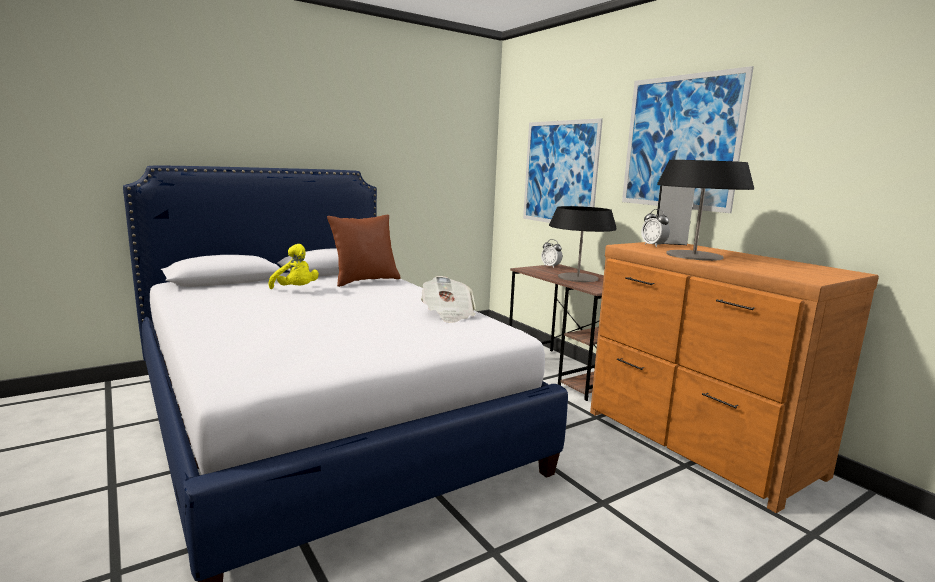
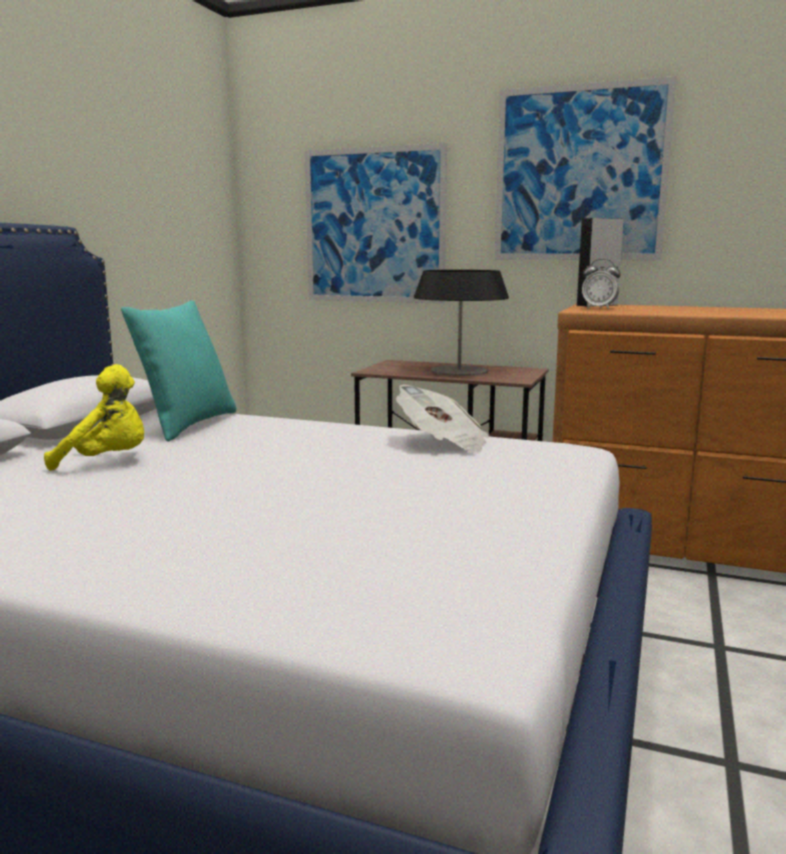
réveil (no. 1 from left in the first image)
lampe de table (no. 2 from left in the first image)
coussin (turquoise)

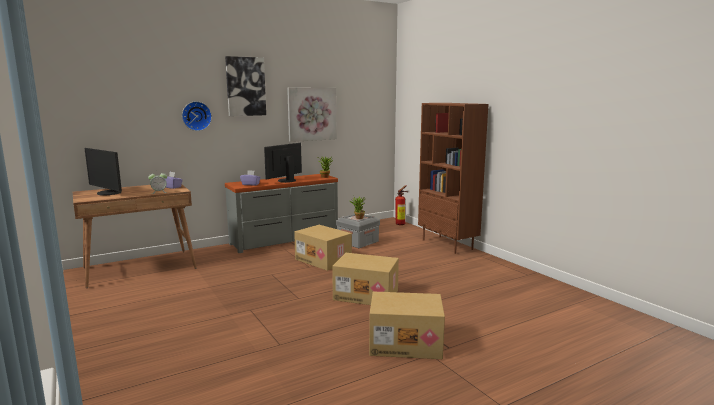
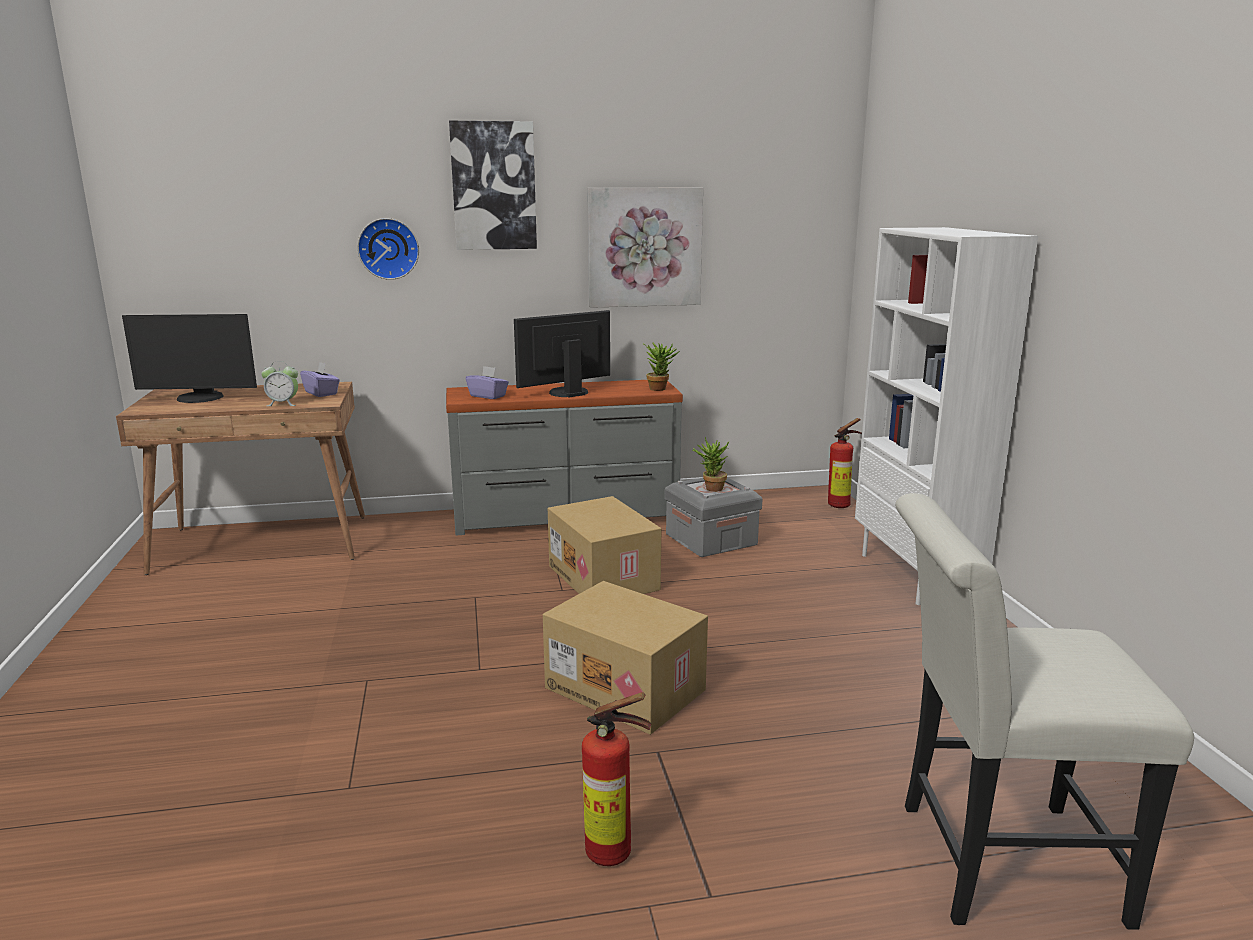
chaise (blanc)
extincteur (no. 1 from left)
bibliothèque (blanc)
écran d'ordinateur (no. 1 from left)

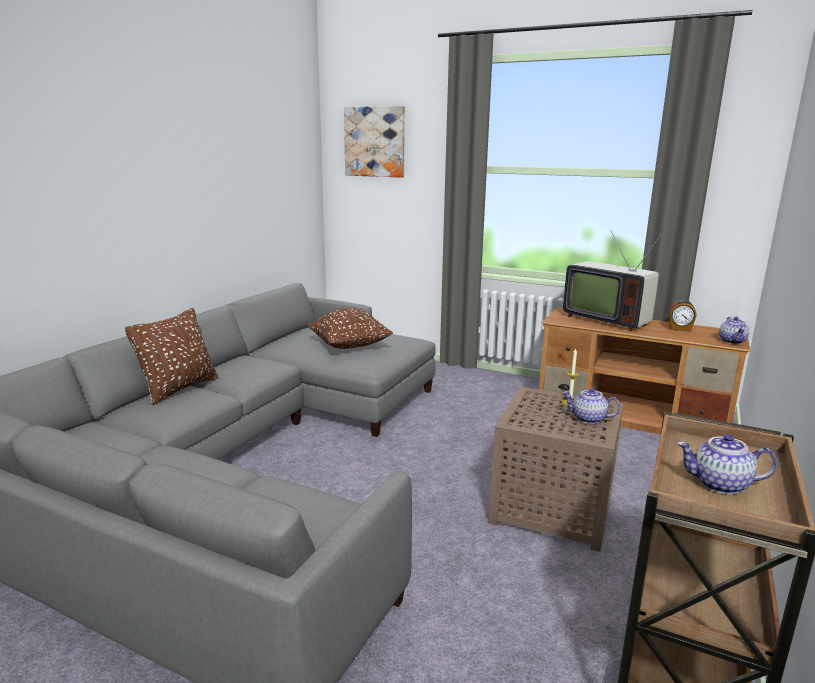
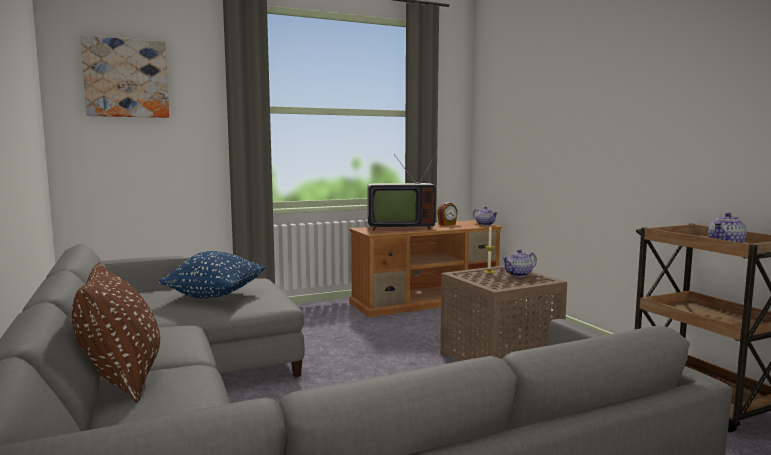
coussin (bleu)

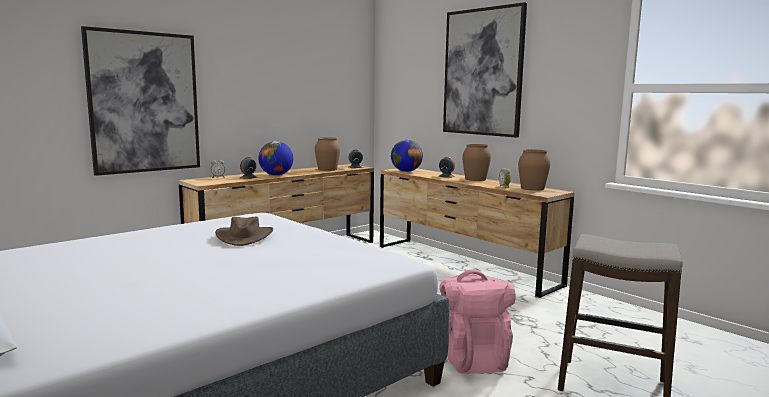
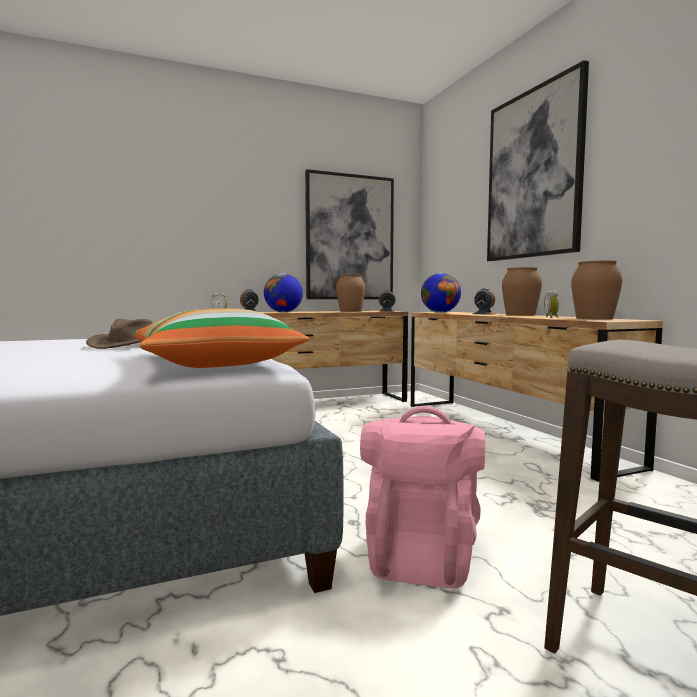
coussin
tableau (no. 1 from left)

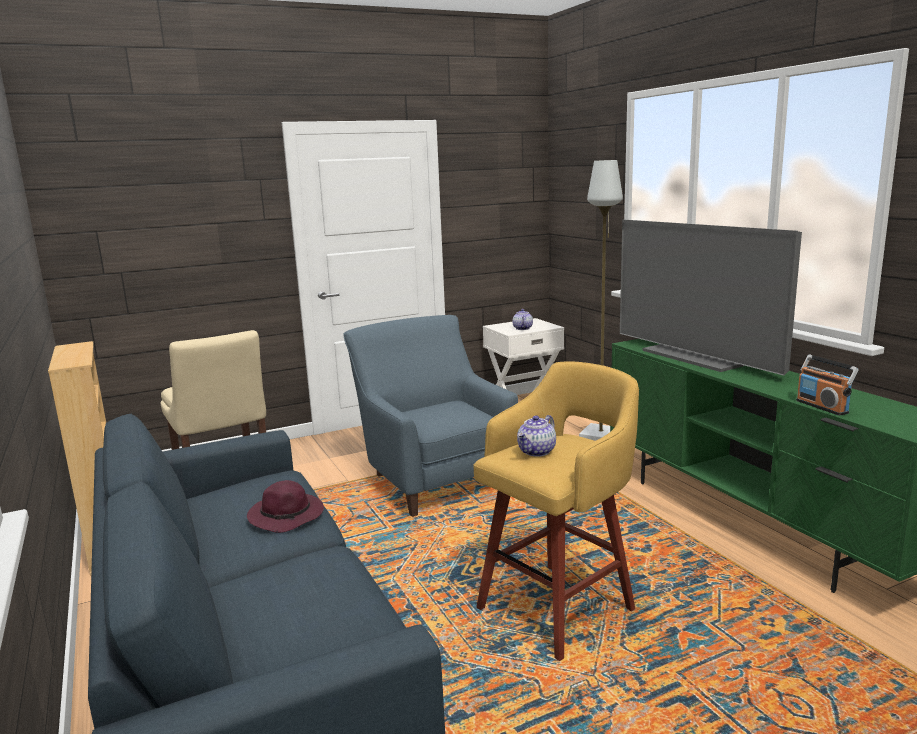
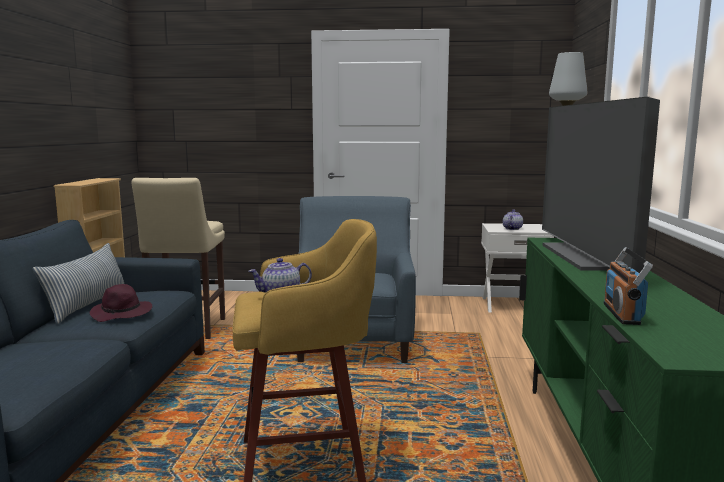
coussin

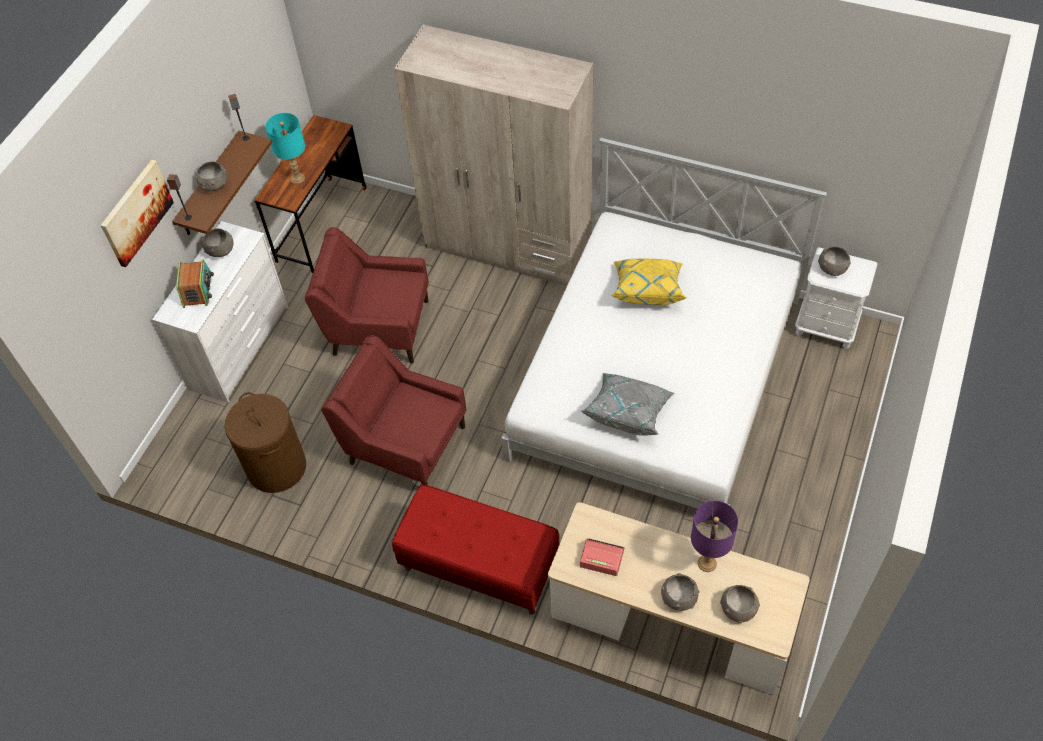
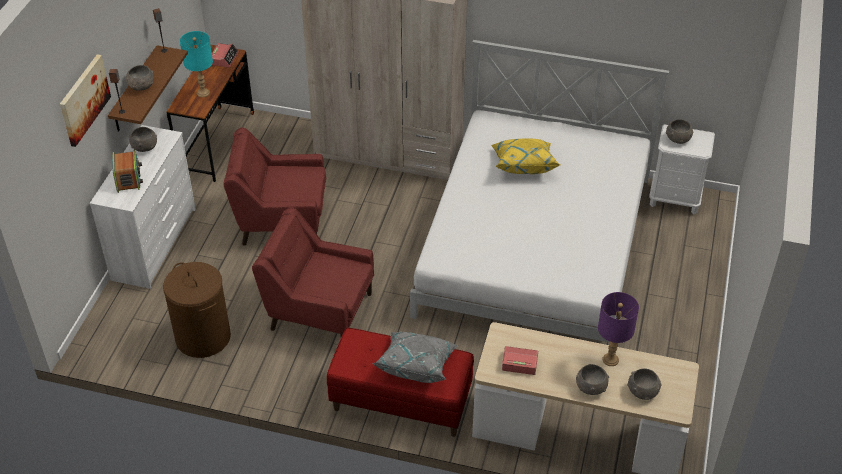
réveil (no. 1 from left)
coussin (gris)

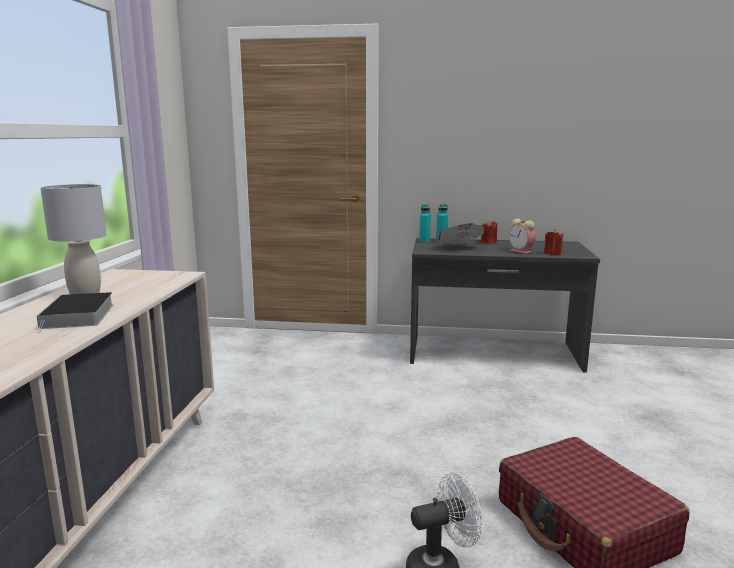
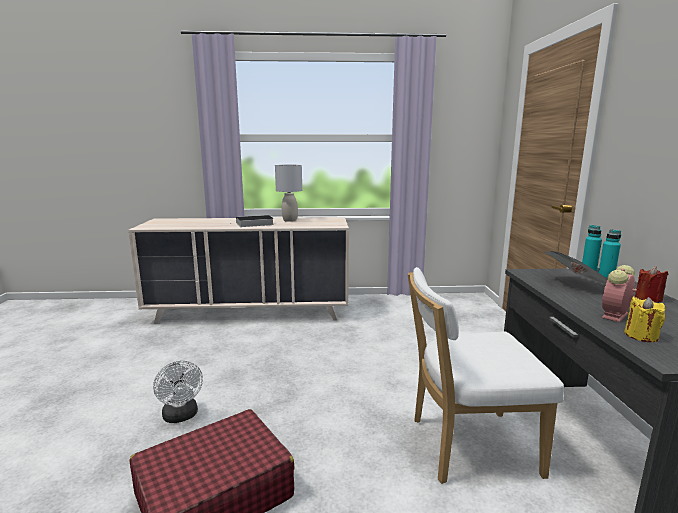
chaise (blanc)
bougie (jaune)

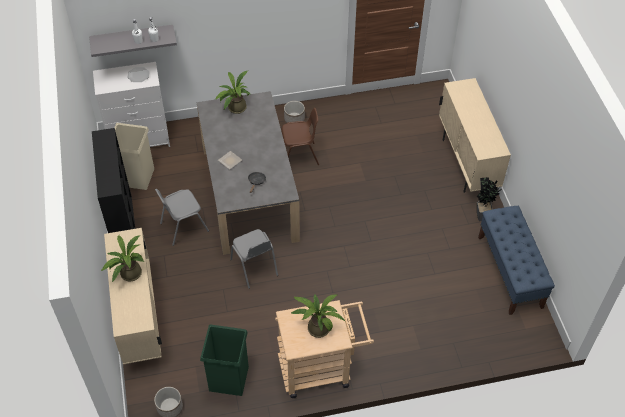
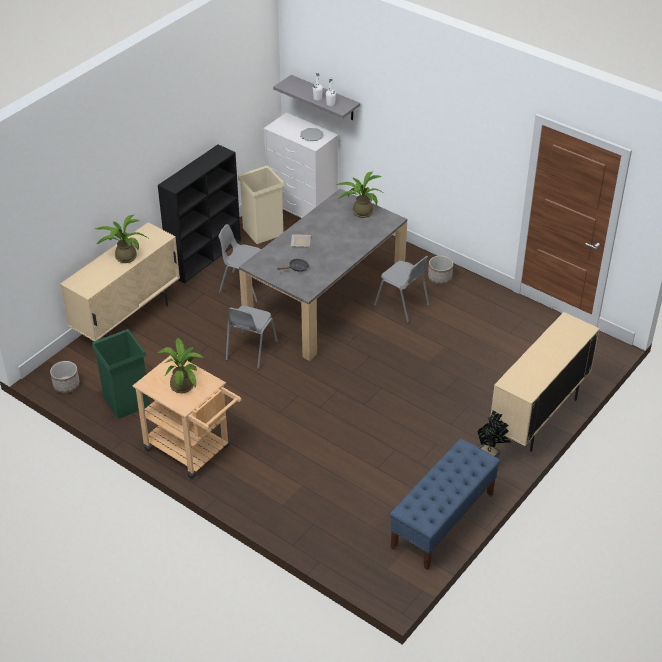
chaise (gris) (no. 3 from left)

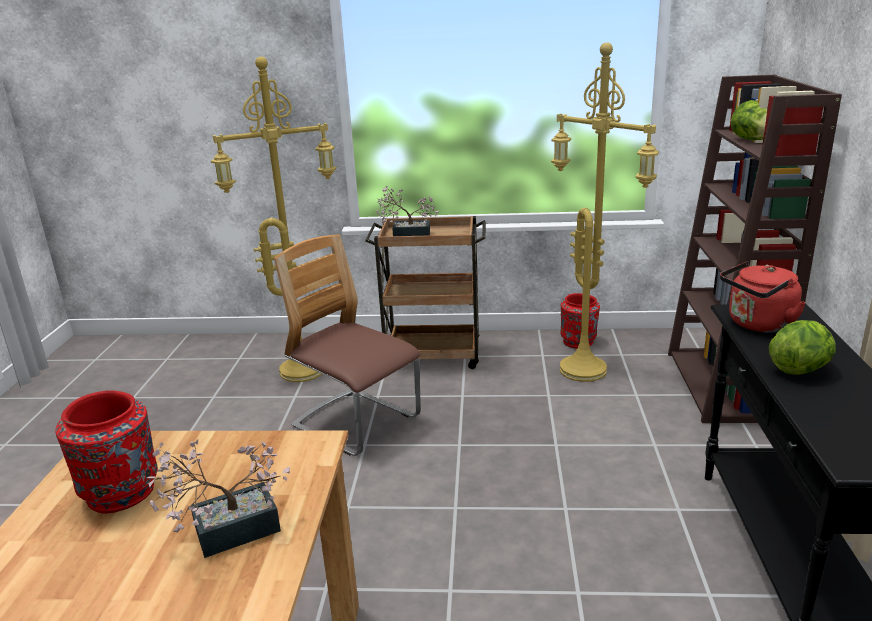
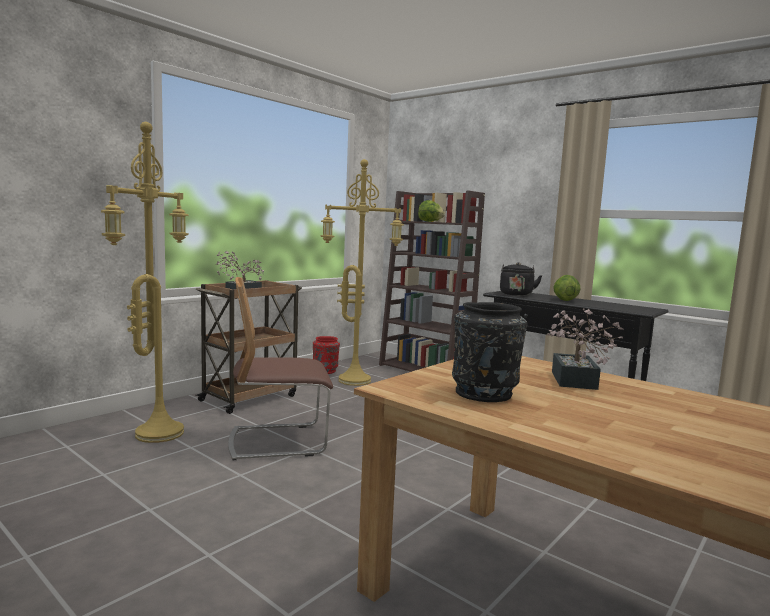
vase (noir)
bouilloire (noir)

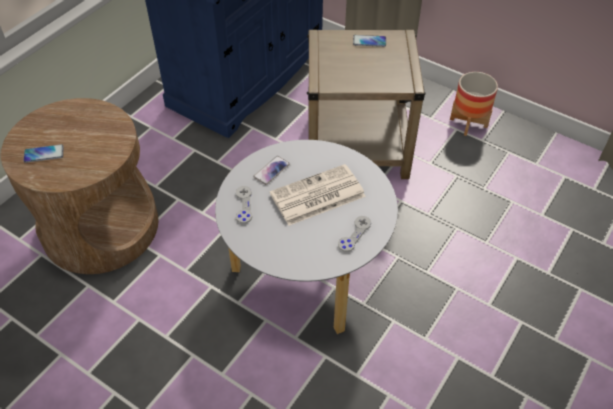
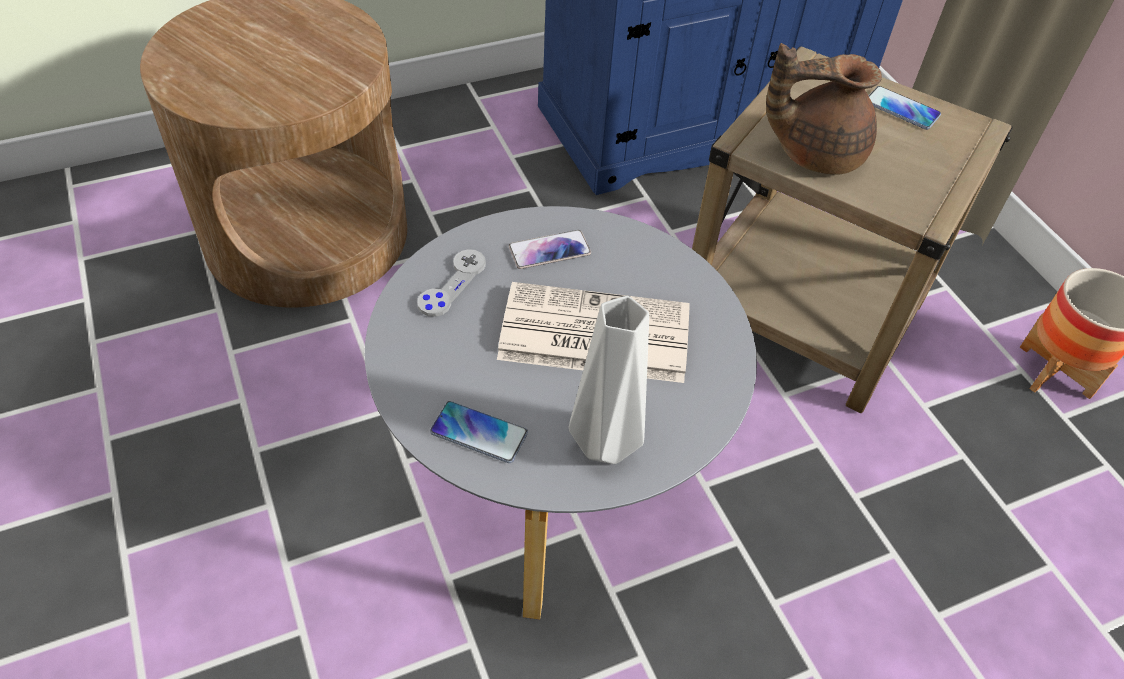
théière (marron)
téléphone (no. 1 from left)
vase (gris)

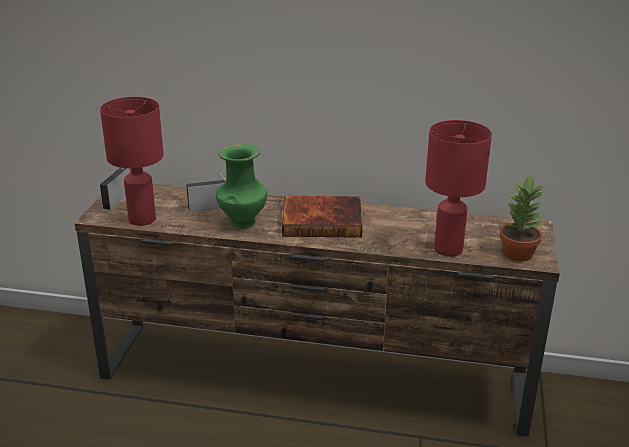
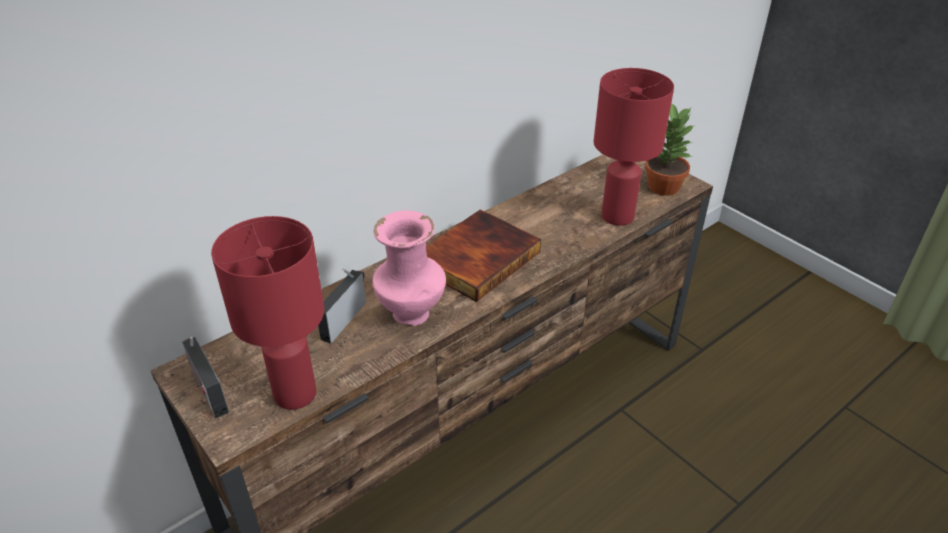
vase (rose)

